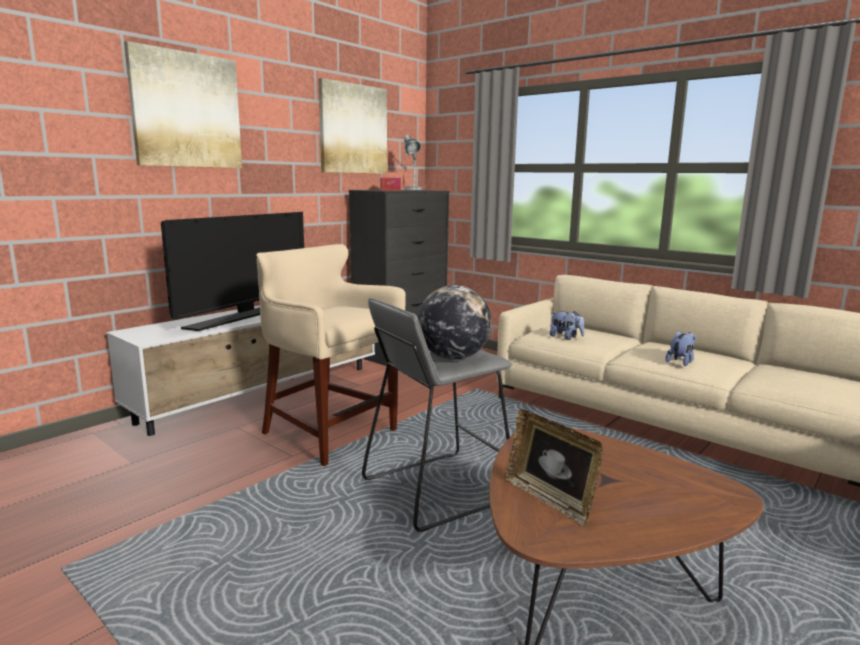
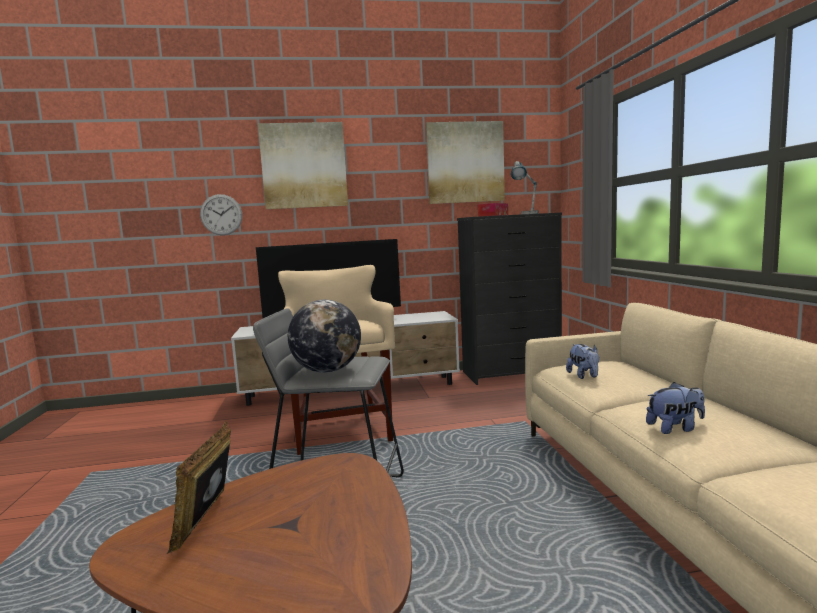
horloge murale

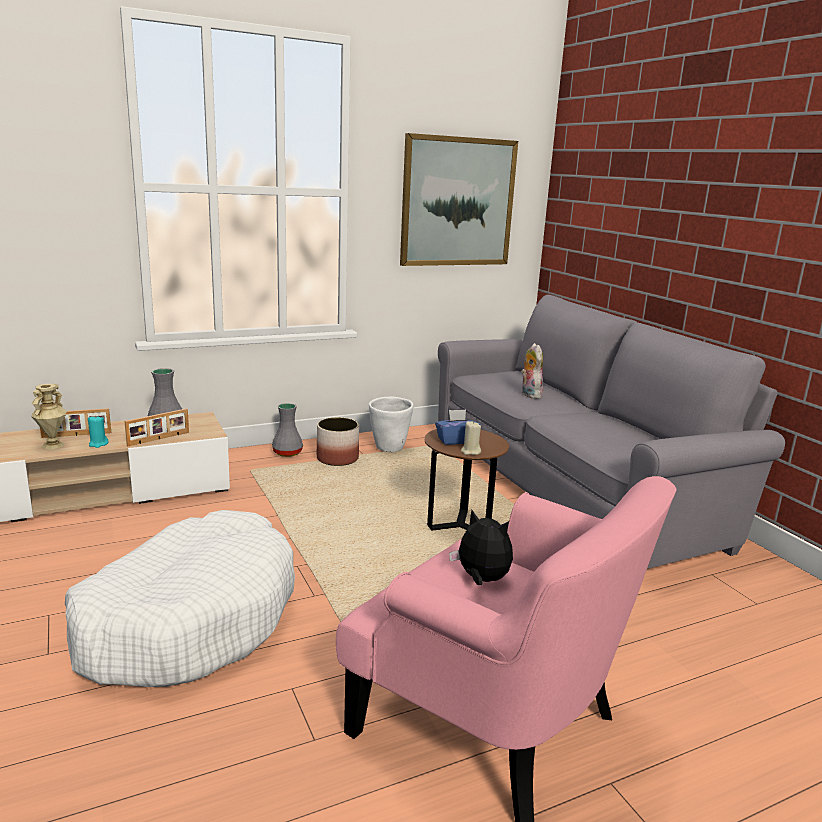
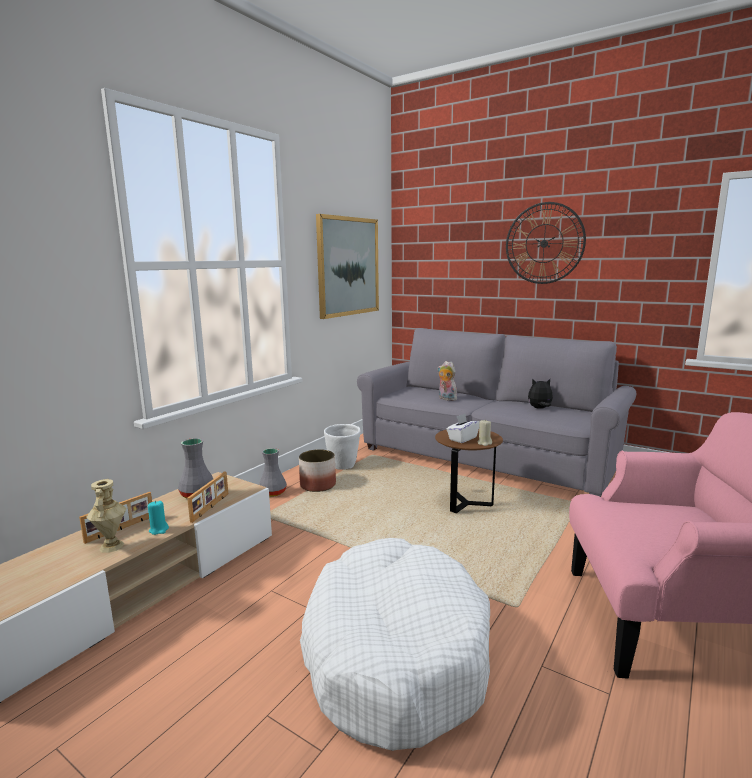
horloge murale
peluche (no. 2 from left)
boîte à mouchoirs (blanc)

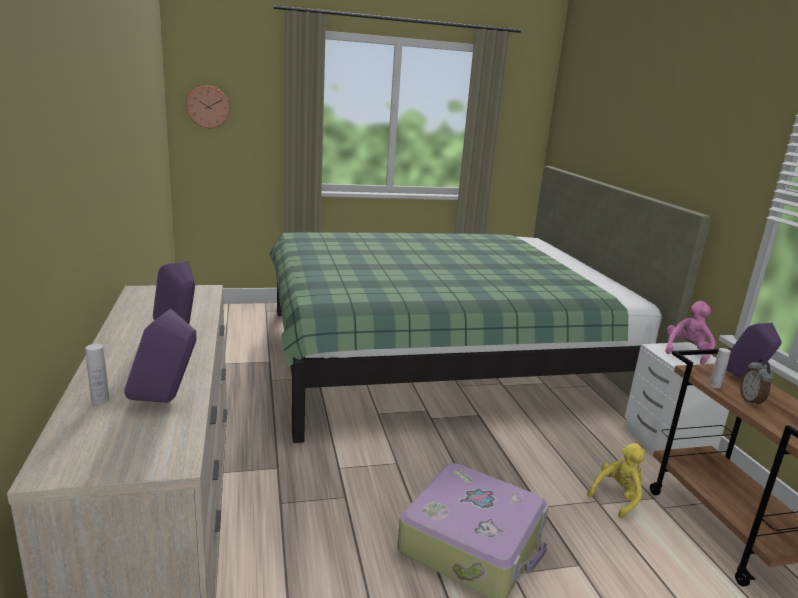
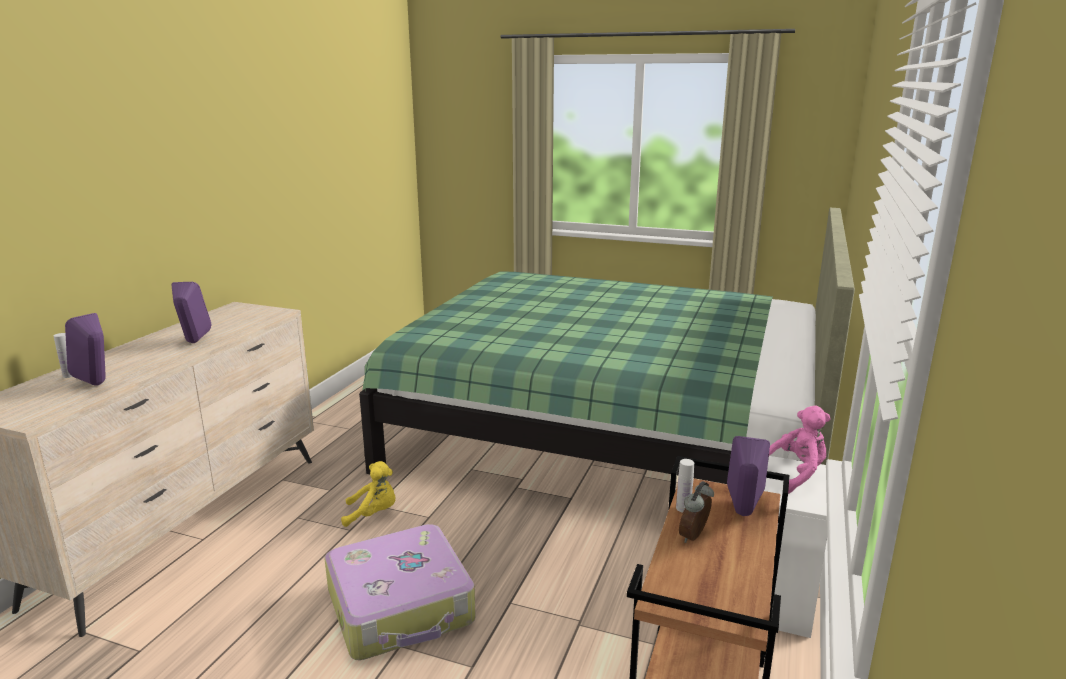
horloge murale
peluche (jaune)

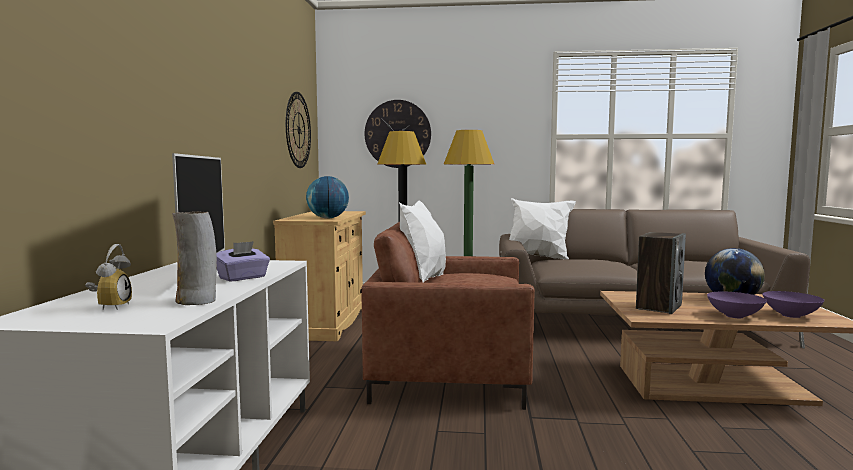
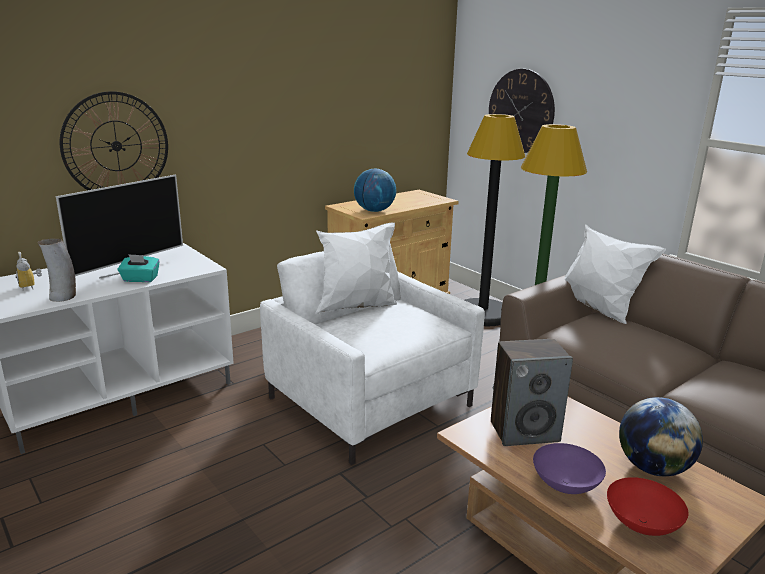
horloge murale (no. 1 from left)
boîte à mouchoirs (turquoise)
fauteuil (blanc)
bol (rouge)
réveil

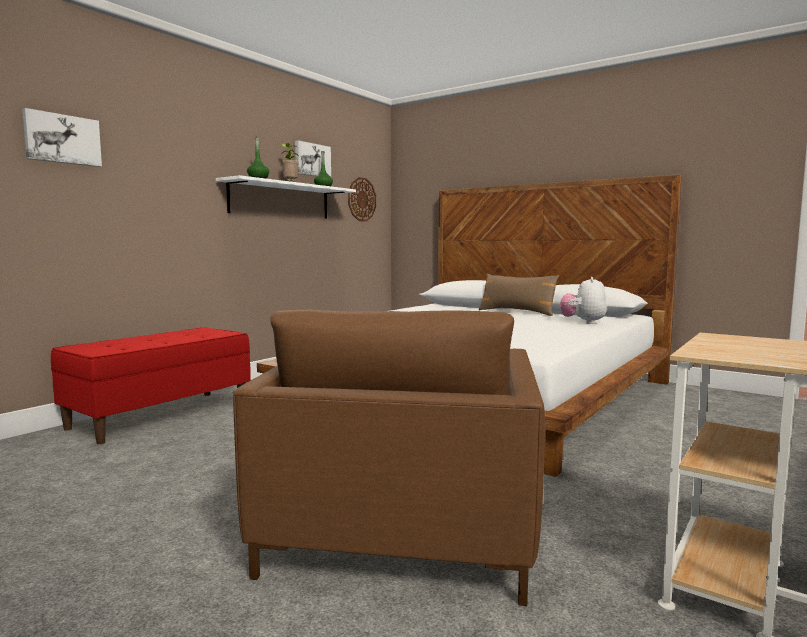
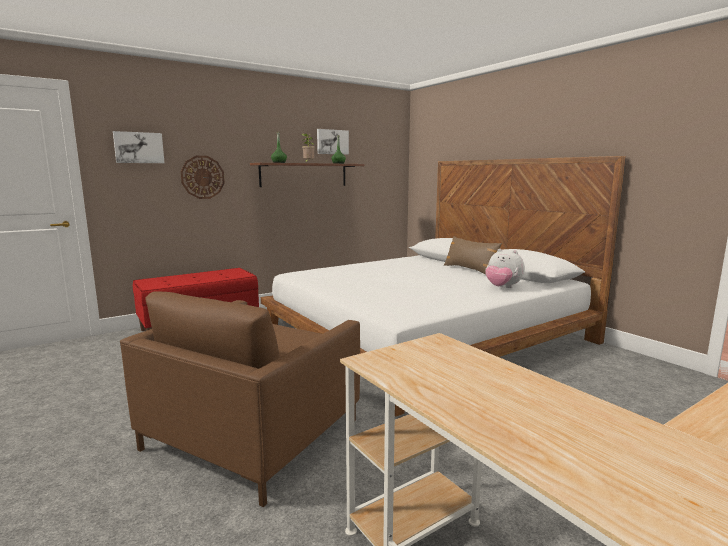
horloge murale
étagère (marron)
peluche

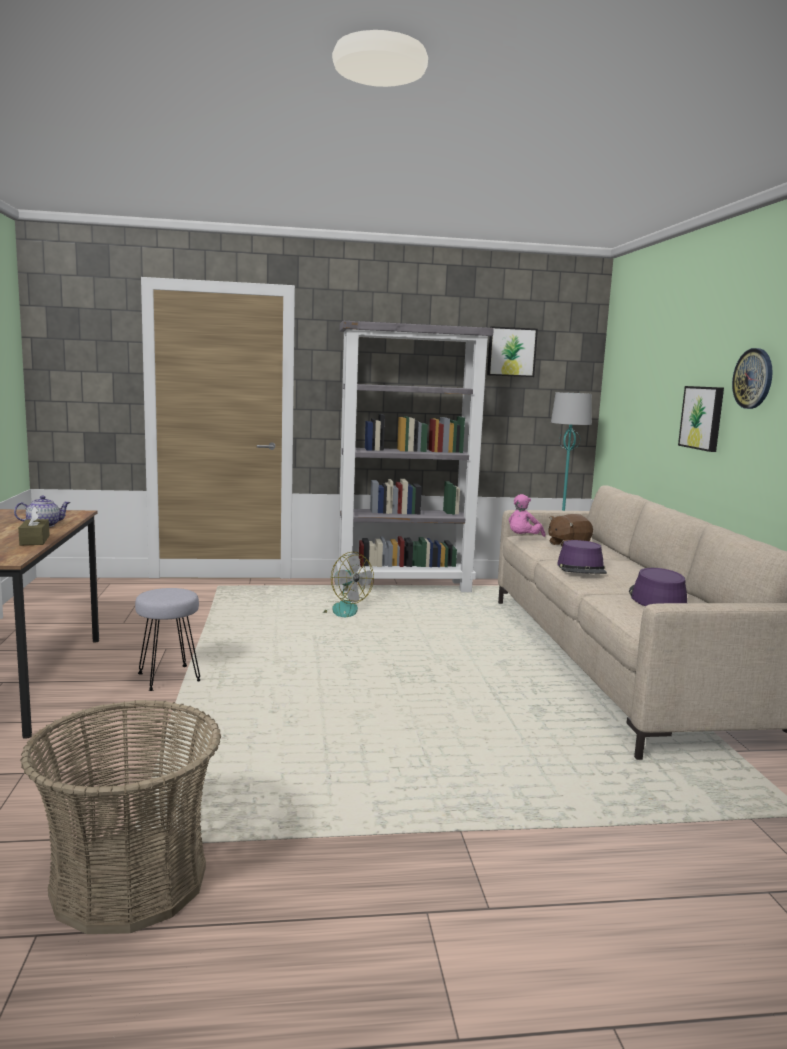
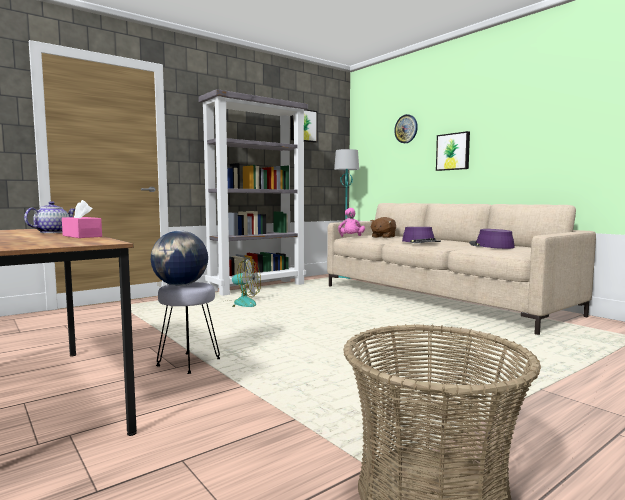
globe
horloge murale
boîte à mouchoirs (rose)

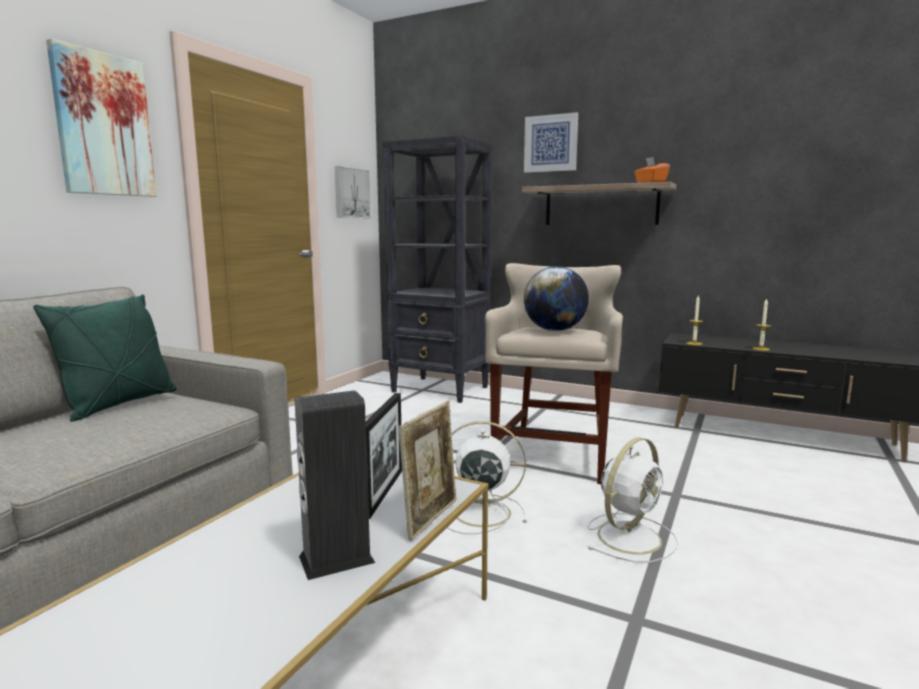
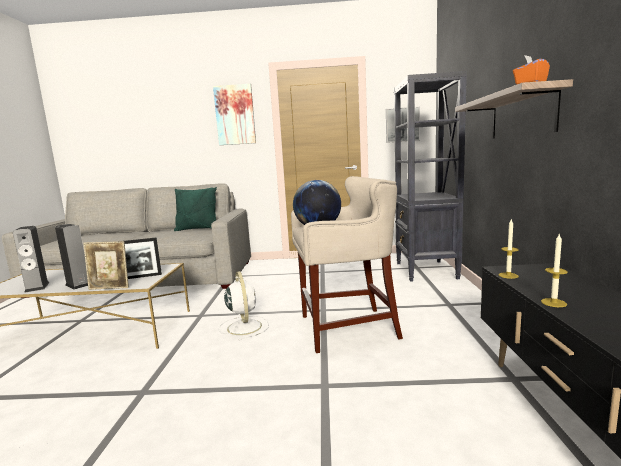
tableau (no. 3 from left in the first image)
ventilateur (blanc) (no. 2 from left in the first image)
enceinte (no. 1 from left)

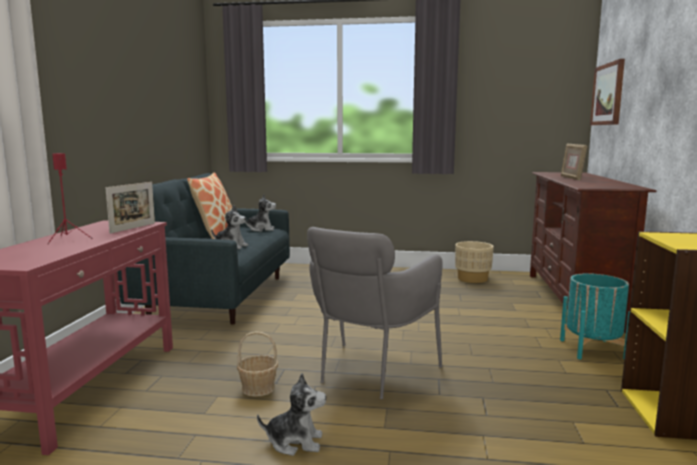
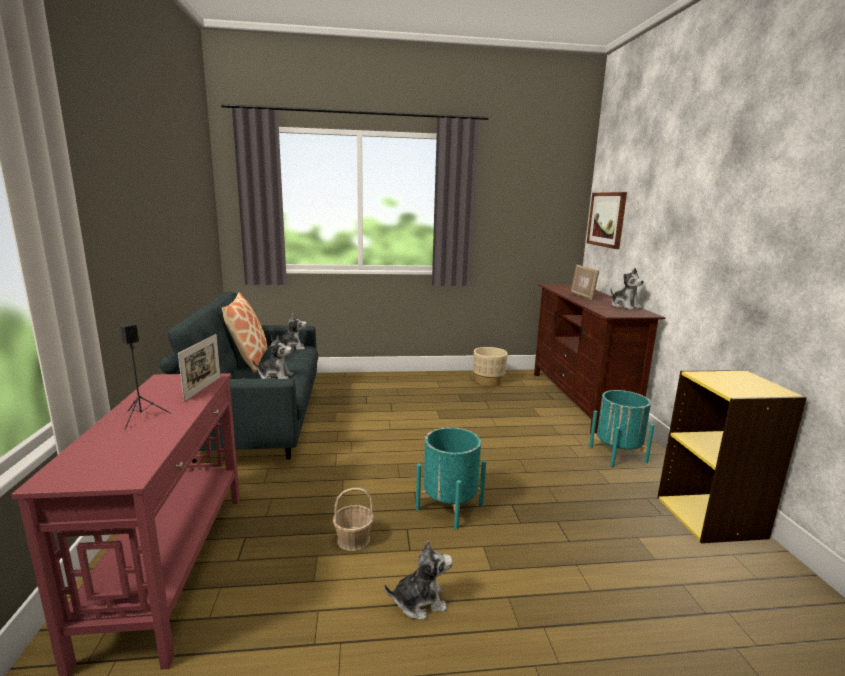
peluche (no. 4 from left)
cache-pot (turquoise) (no. 1 from left)
enceinte (noir)

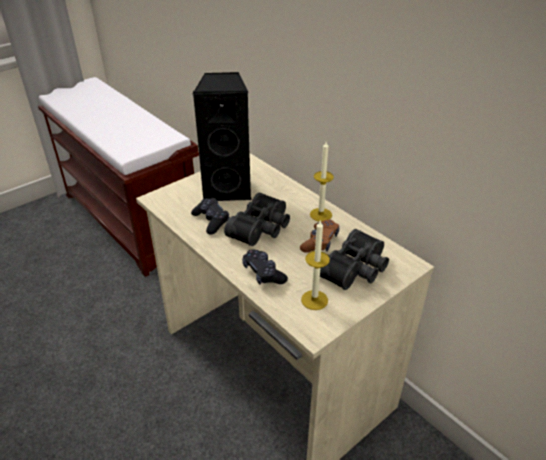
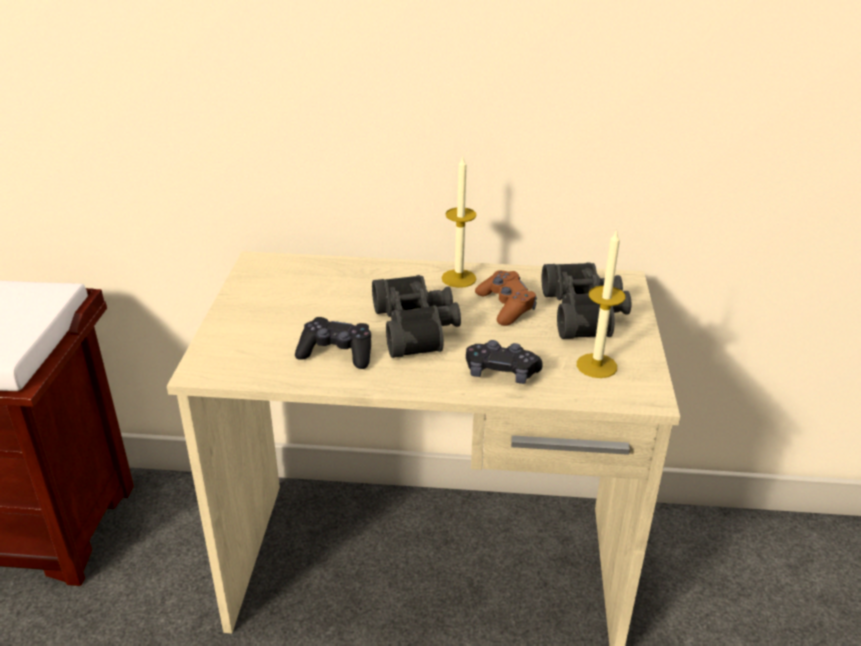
enceinte (noir)

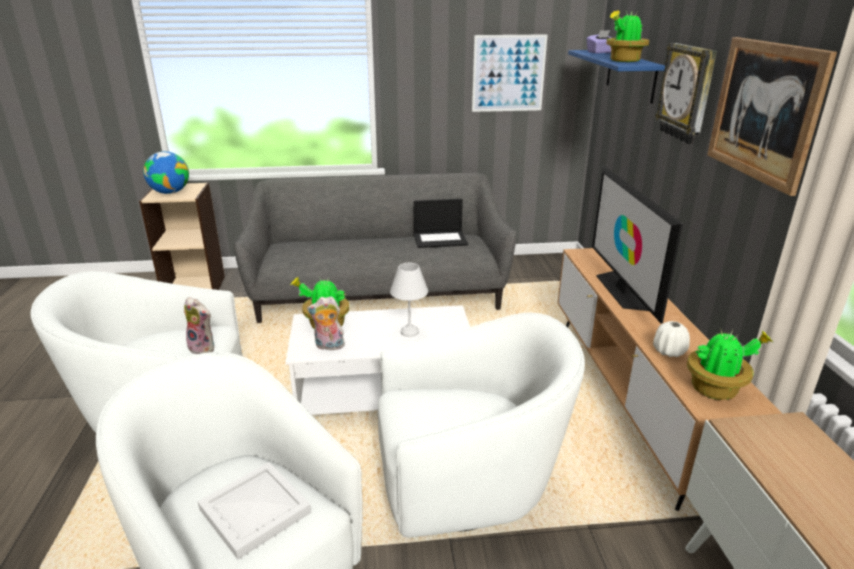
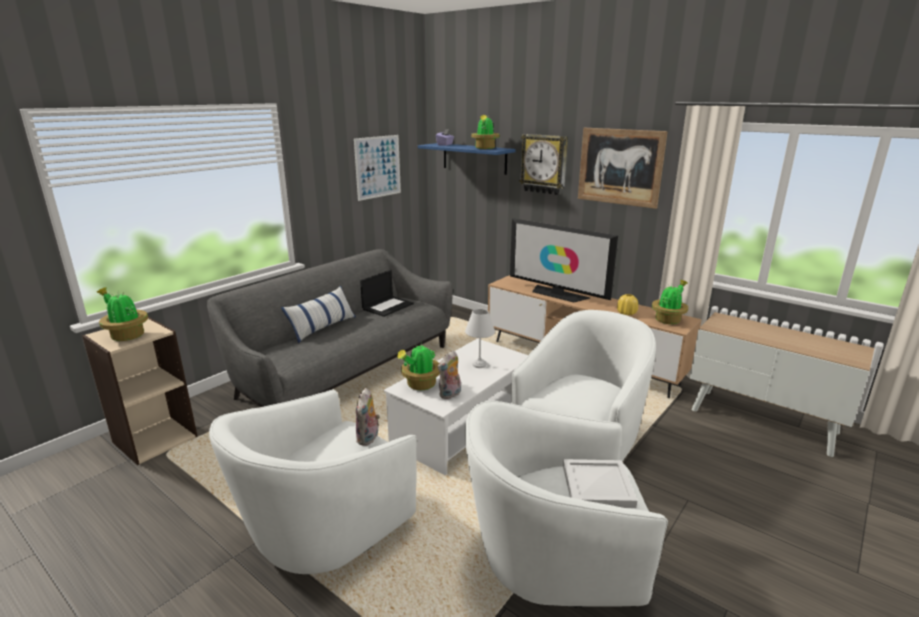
coussin
plante en pot (no. 1 from left)
vase (jaune)
peluche (no. 1 from left)

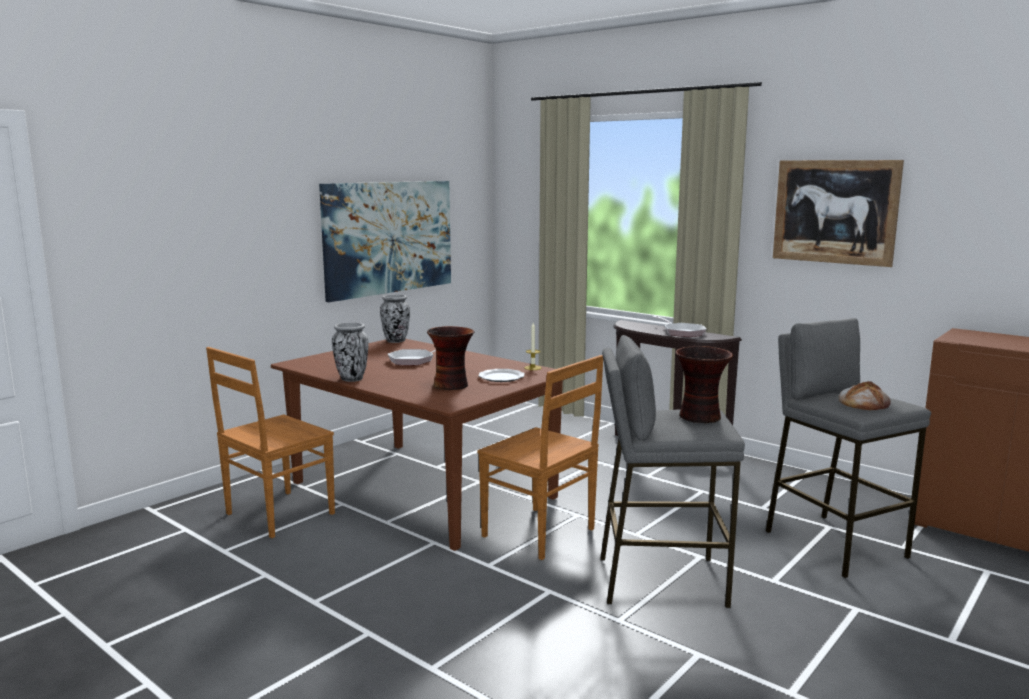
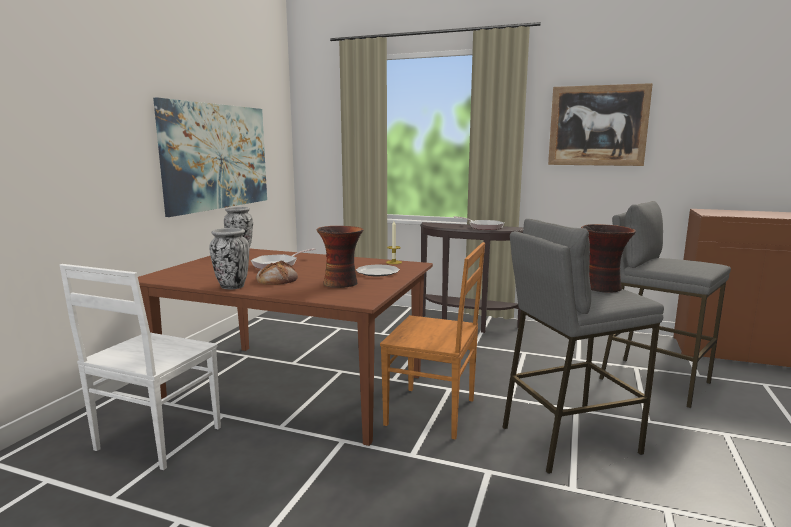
pain
chaise (blanc)

